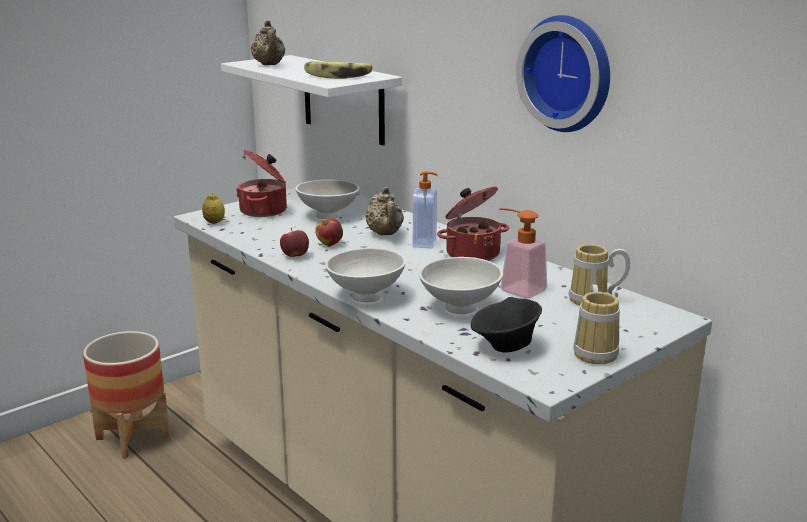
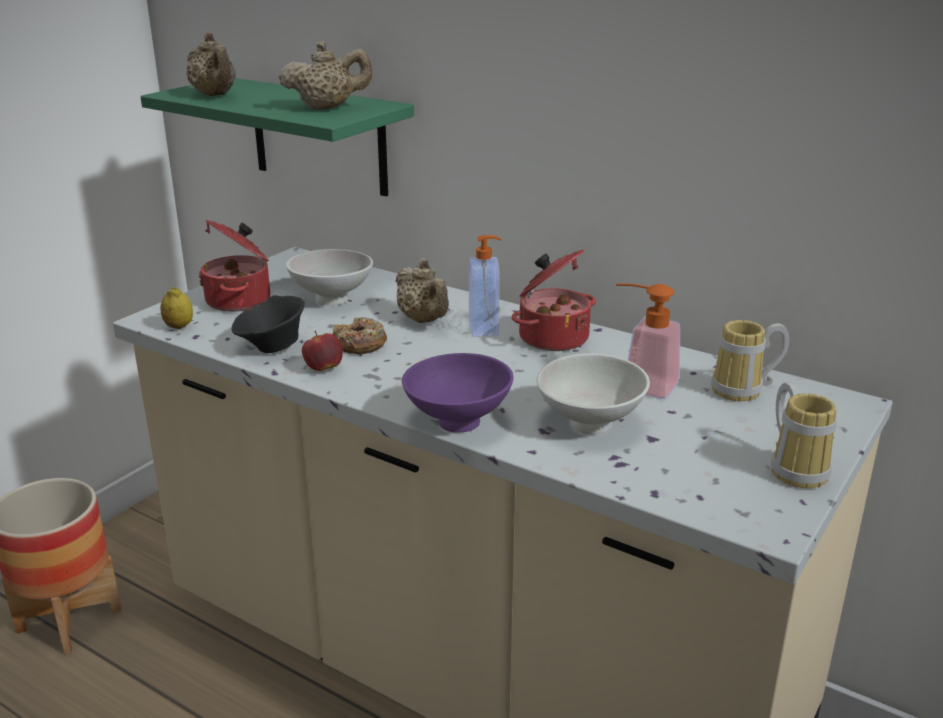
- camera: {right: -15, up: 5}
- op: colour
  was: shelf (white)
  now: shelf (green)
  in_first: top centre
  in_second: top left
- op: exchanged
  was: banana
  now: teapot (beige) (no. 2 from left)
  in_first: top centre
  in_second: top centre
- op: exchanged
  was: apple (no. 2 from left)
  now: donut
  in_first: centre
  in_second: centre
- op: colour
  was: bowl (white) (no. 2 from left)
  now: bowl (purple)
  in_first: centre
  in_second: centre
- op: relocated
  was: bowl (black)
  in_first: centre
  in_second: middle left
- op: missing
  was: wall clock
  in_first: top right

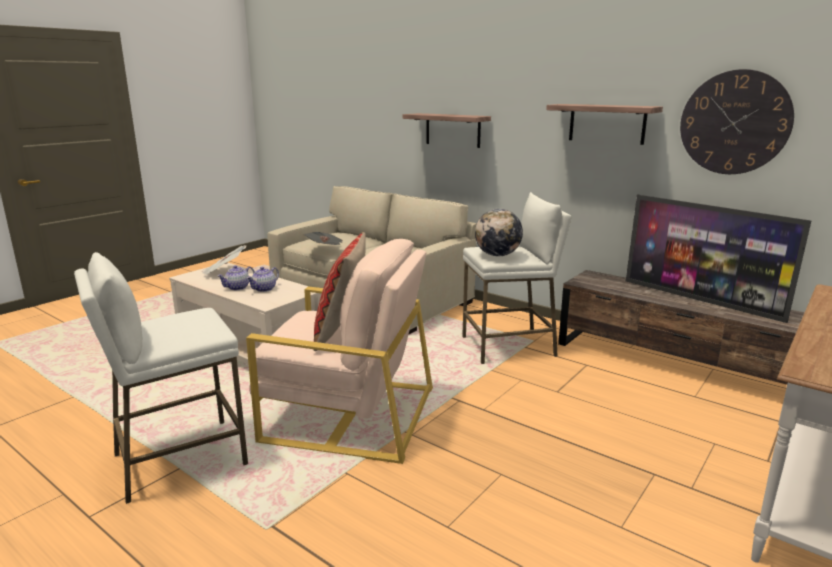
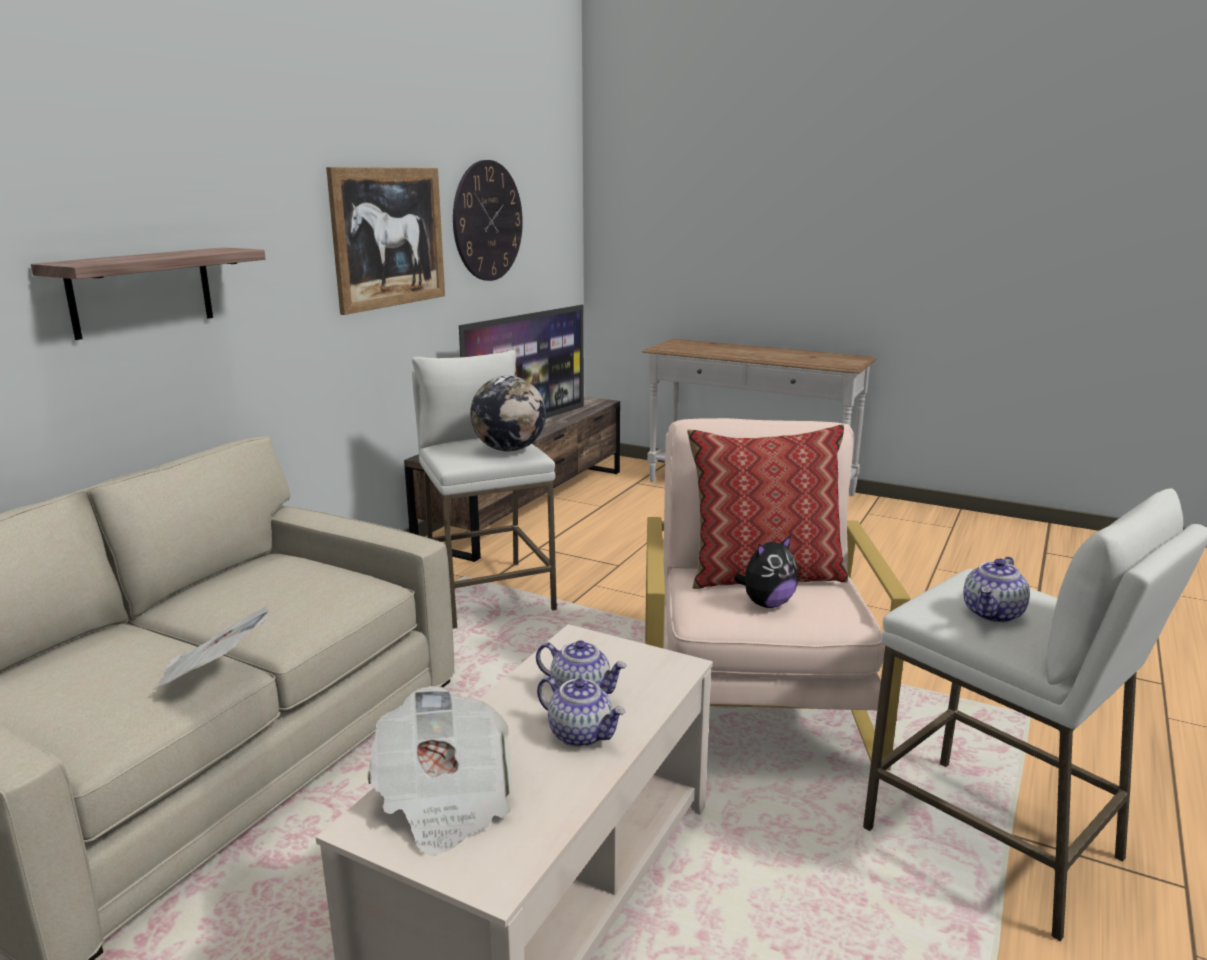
- camera: {right: -100, up: 0}
- op: exchanged
  was: shelf (no. 2 from left)
  now: picture
  in_first: top right
  in_second: top left
- op: appeared
  now: plush toy
  in_second: centre
- op: appeared
  now: teapot (no. 3 from left)
  in_second: middle right

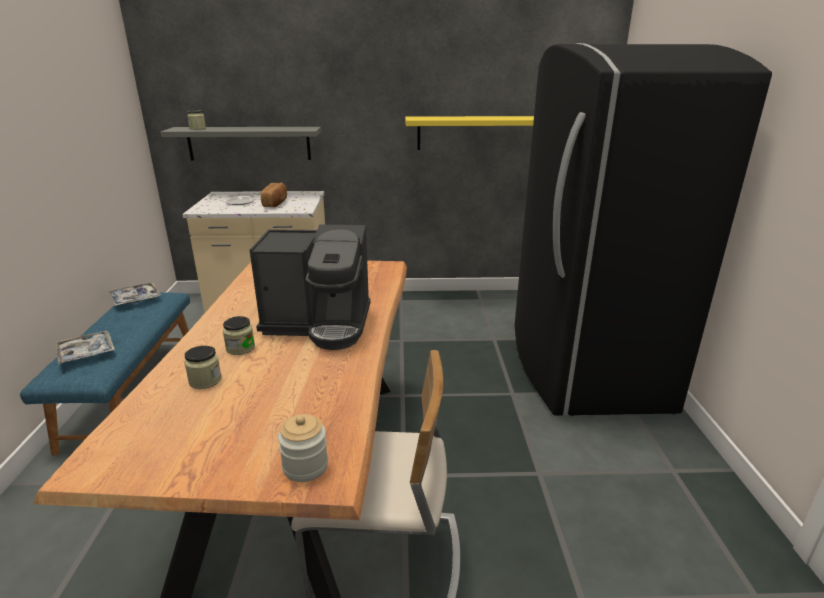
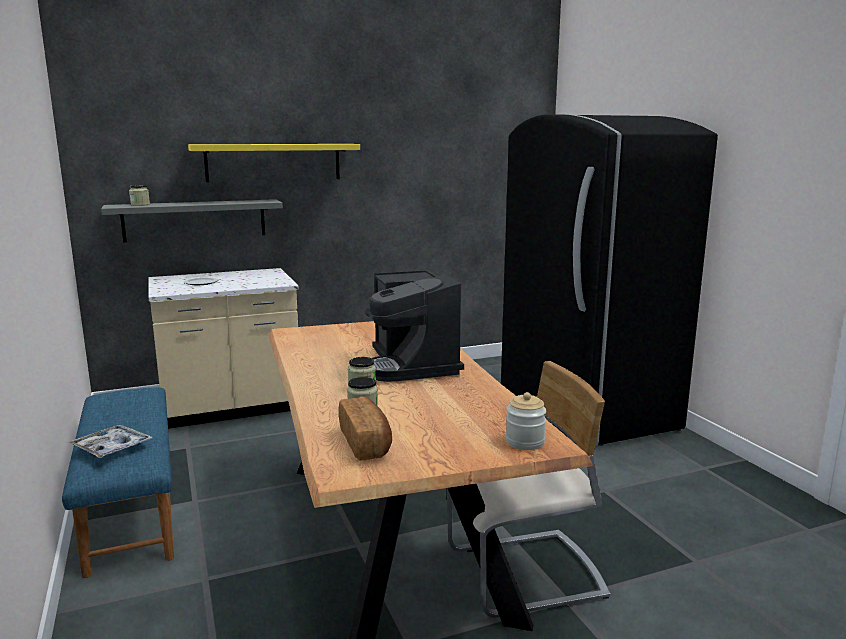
- camera: {right: -20, up: -10}
- op: missing
  was: tray (no. 2 from left)
  in_first: middle left
- op: spun
  was: coffee machine
  in_first: centre
  in_second: centre
  clockwise: 90
- op: relocated
  was: bread
  in_first: top left
  in_second: bottom centre
- op: relocated
  was: shelf (yellow)
  in_first: top centre
  in_second: top left

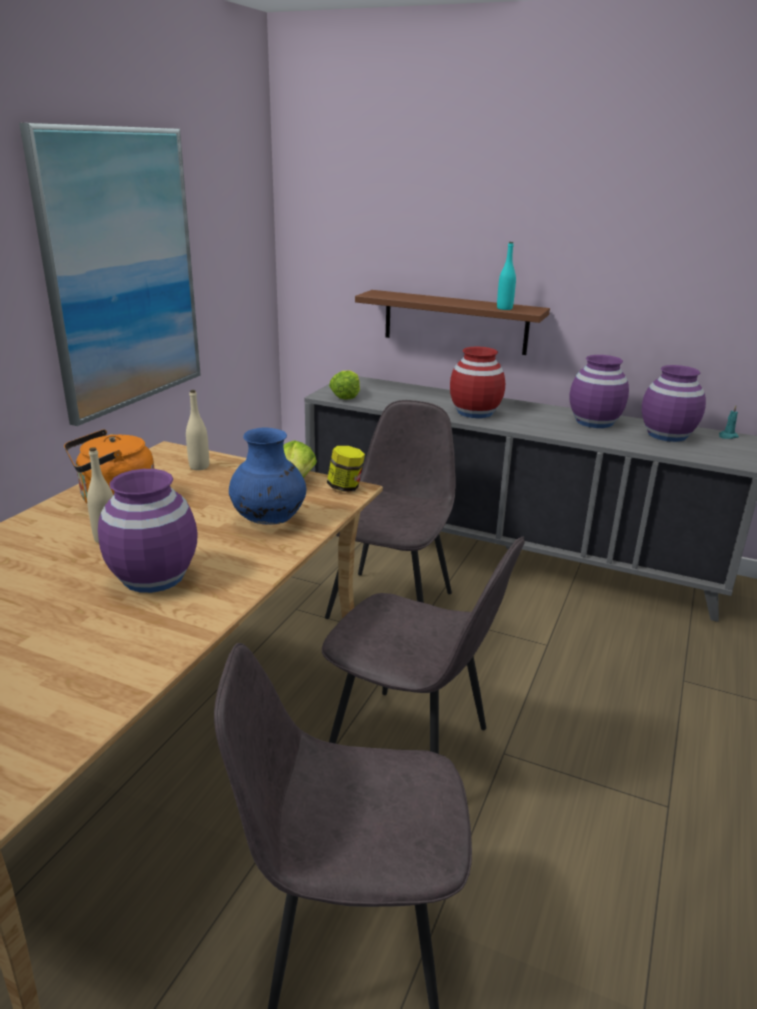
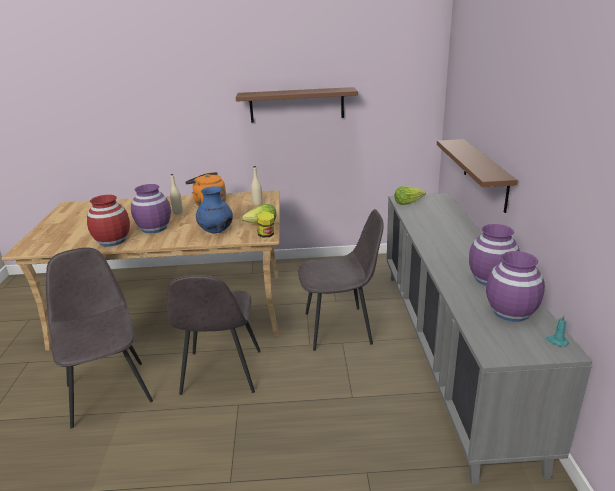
- camera: {right: 65, up: 0}
- op: exchanged
  was: picture
  now: shelf (brown) (no. 1 from left)
  in_first: top left
  in_second: top centre
- op: relocated
  was: vase (red)
  in_first: centre
  in_second: middle left
- op: missing
  was: bottle (turquoise)
  in_first: top right

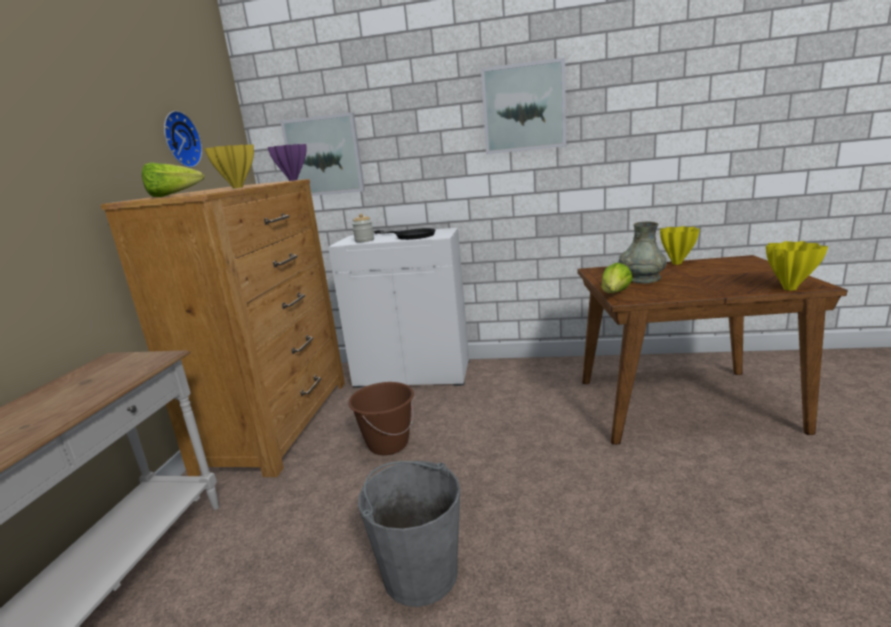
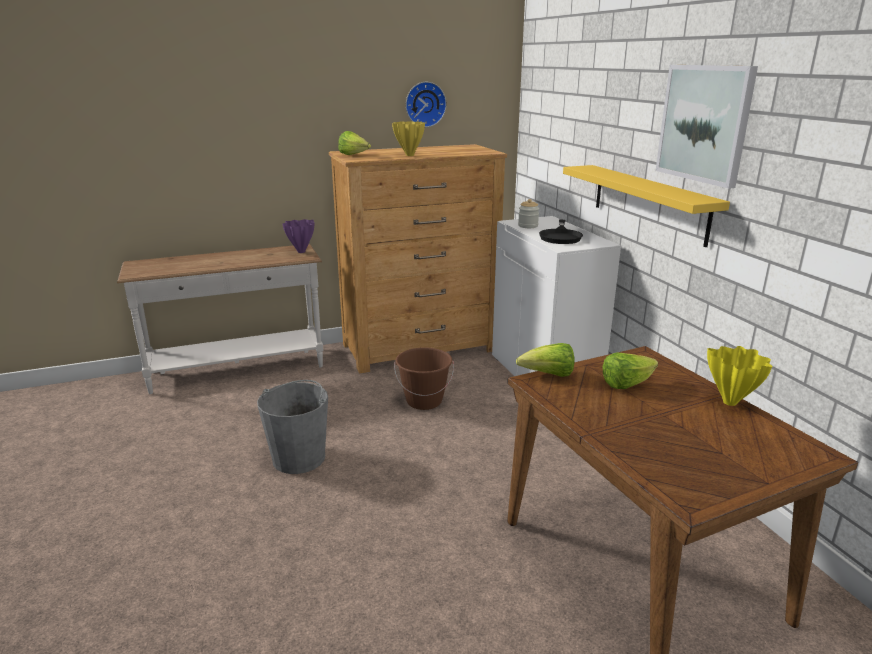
- camera: {right: 60, up: 5}
- op: relocated
  was: vase (purple)
  in_first: top left
  in_second: centre
- op: missing
  was: picture (no. 1 from left)
  in_first: top centre
- op: exchanged
  was: vase (grey)
  now: lettuce (no. 3 from left)
  in_first: middle right
  in_second: middle right
- op: missing
  was: vase (yellow) (no. 3 from left)
  in_first: middle right
- op: appeared
  now: shelf (yellow)
  in_second: top right

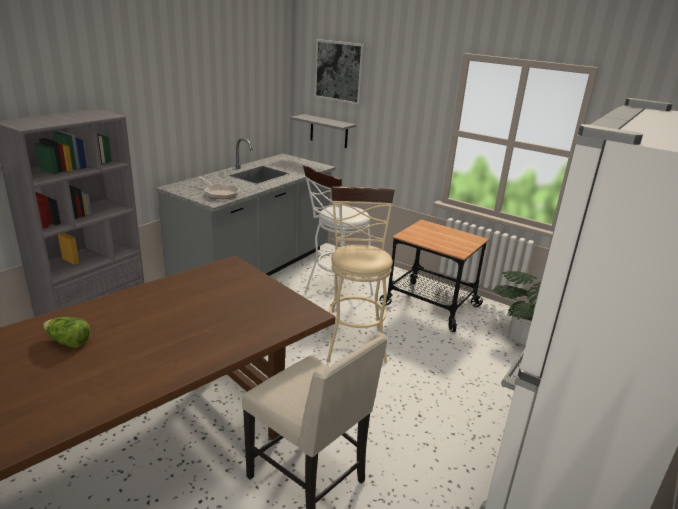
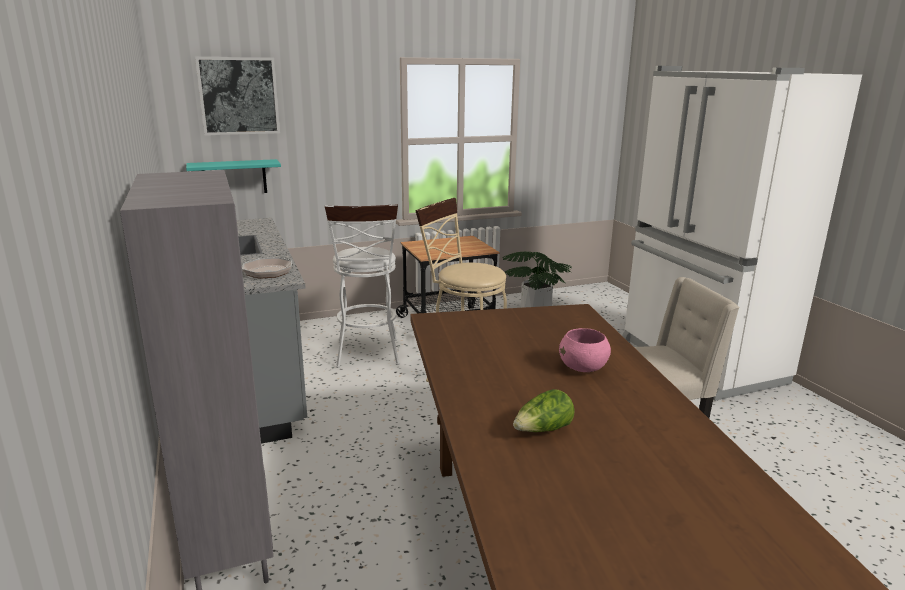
- camera: {right: -55, up: -5}
- op: colour
  was: shelf (grey)
  now: shelf (turquoise)
  in_first: top centre
  in_second: top left
- op: appeared
  now: bowl (pink)
  in_second: centre

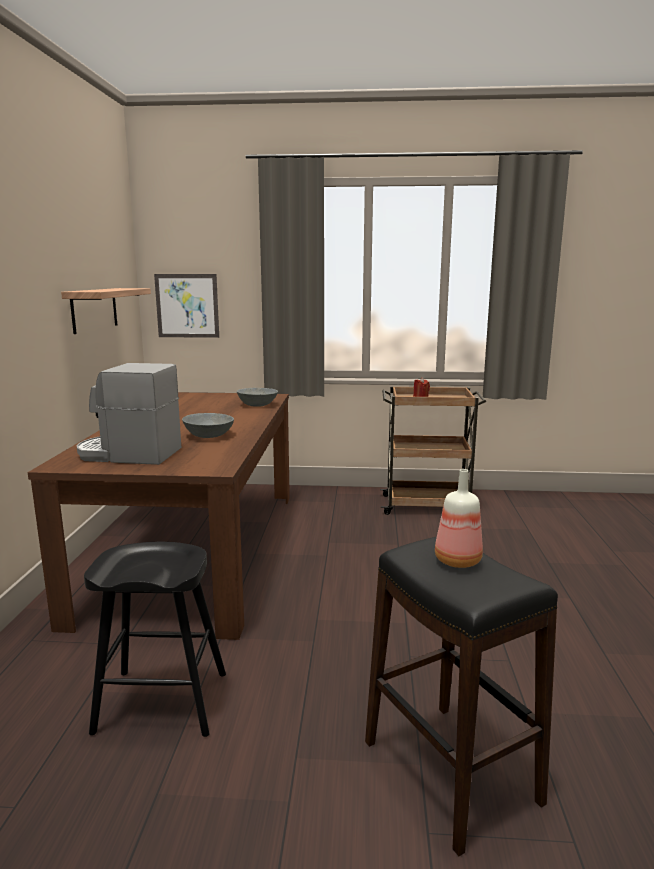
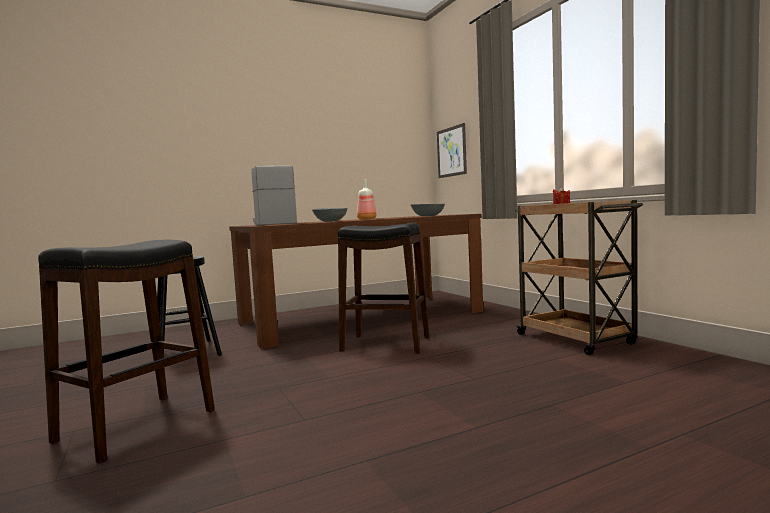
- camera: {right: 60, up: -10}
- op: missing
  was: shelf
  in_first: middle left
- op: relocated
  was: bottle
  in_first: middle right
  in_second: centre
- op: appeared
  now: stool (black) (no. 3 from left)
  in_second: centre

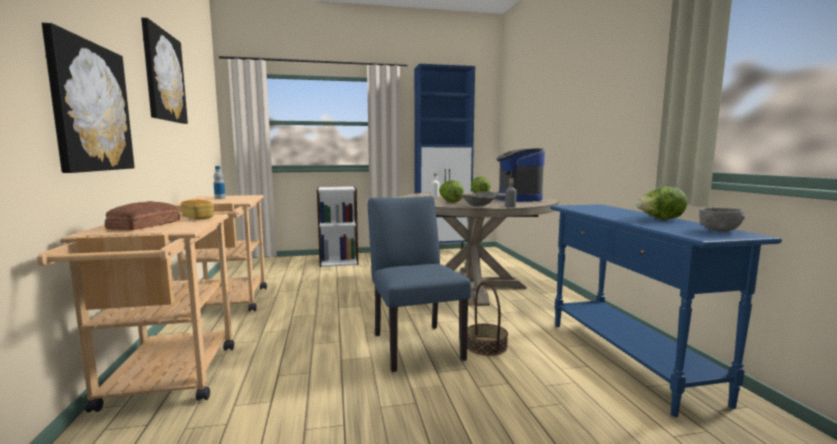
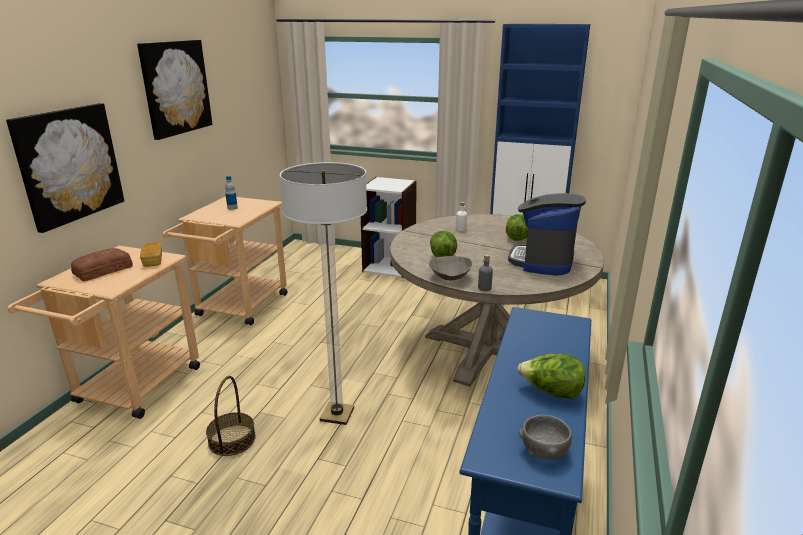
- camera: {right: 30, up: 15}
- op: exchanged
  was: chair (blue)
  now: floor lamp
  in_first: centre
  in_second: centre
- op: relocated
  was: basket
  in_first: bottom centre
  in_second: bottom left

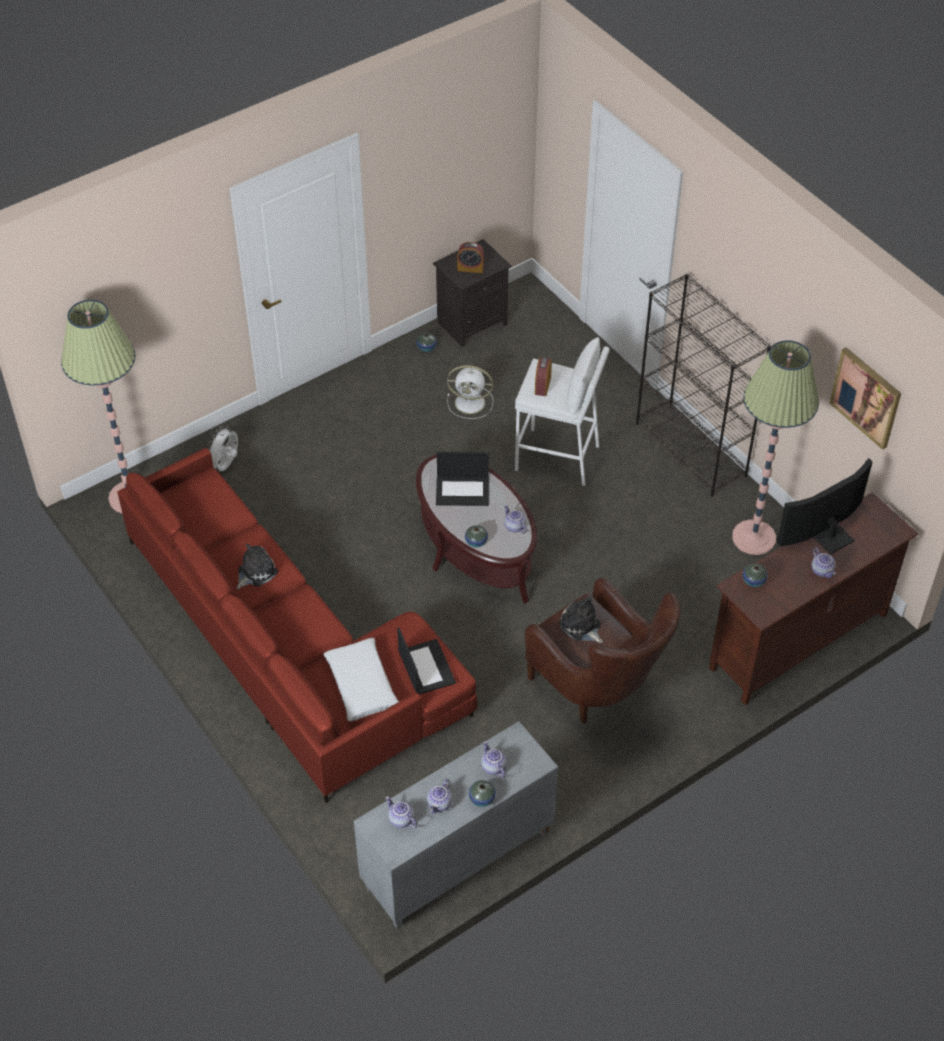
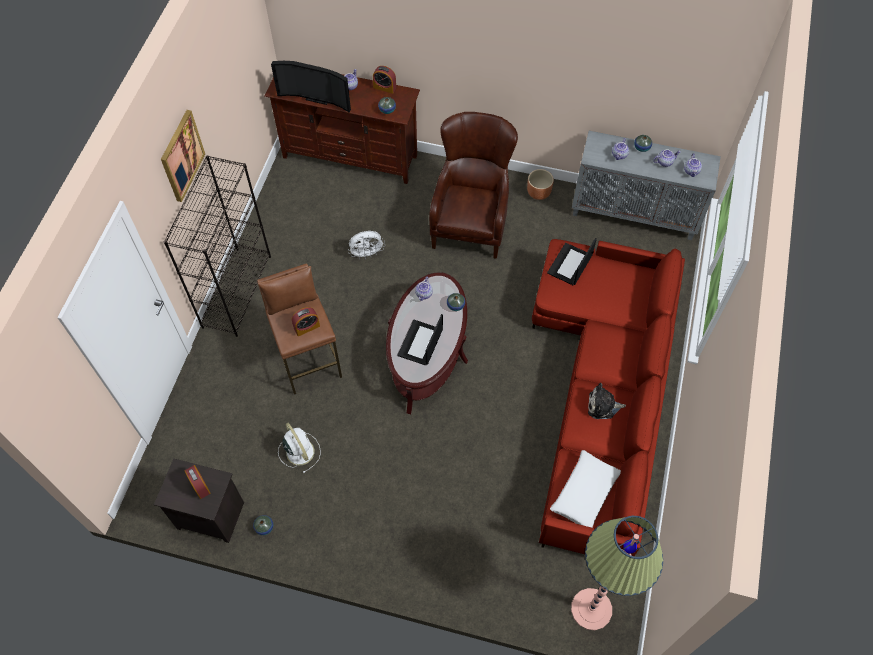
- camera: {right: -130, up: 10}
- op: relocated
  was: fan (white) (no. 1 from left in the first image)
  now: fan (white) (no. 2 from left)
  in_first: middle left
  in_second: centre
- op: relocated
  was: pillow (white)
  in_first: centre
  in_second: bottom right
- op: spun
  was: laptop (no. 2 from left in the first image)
  in_first: centre
  in_second: centre
  clockwise: -120
- op: colour
  was: stool (white)
  now: stool (brown)
  in_first: centre
  in_second: centre
- op: missing
  was: plush toy (no. 2 from left)
  in_first: centre
- op: missing
  was: floor lamp (no. 2 from left)
  in_first: middle right
- op: relocated
  was: picture
  in_first: middle right
  in_second: top left
- op: appeared
  now: alarm clock (no. 3 from left)
  in_second: top centre
- op: appeared
  now: planter (brown)
  in_second: top centre

